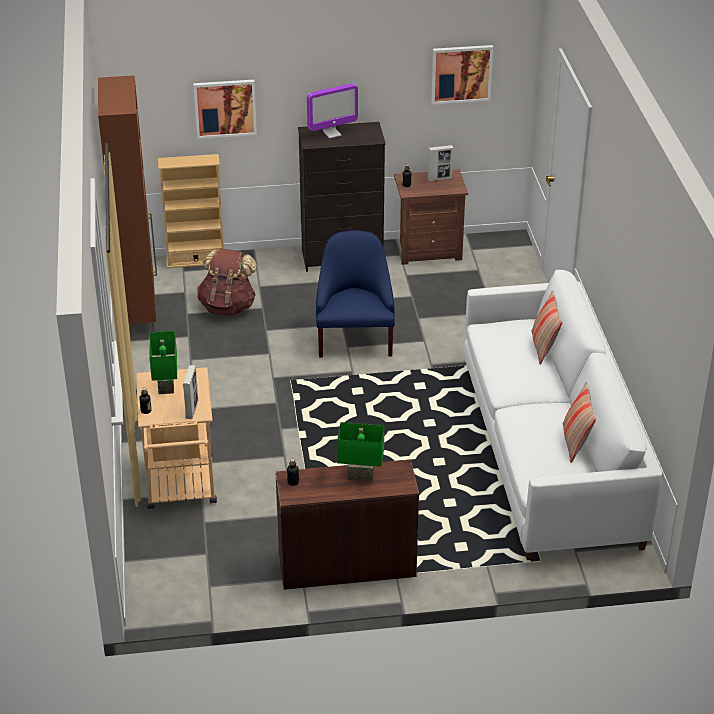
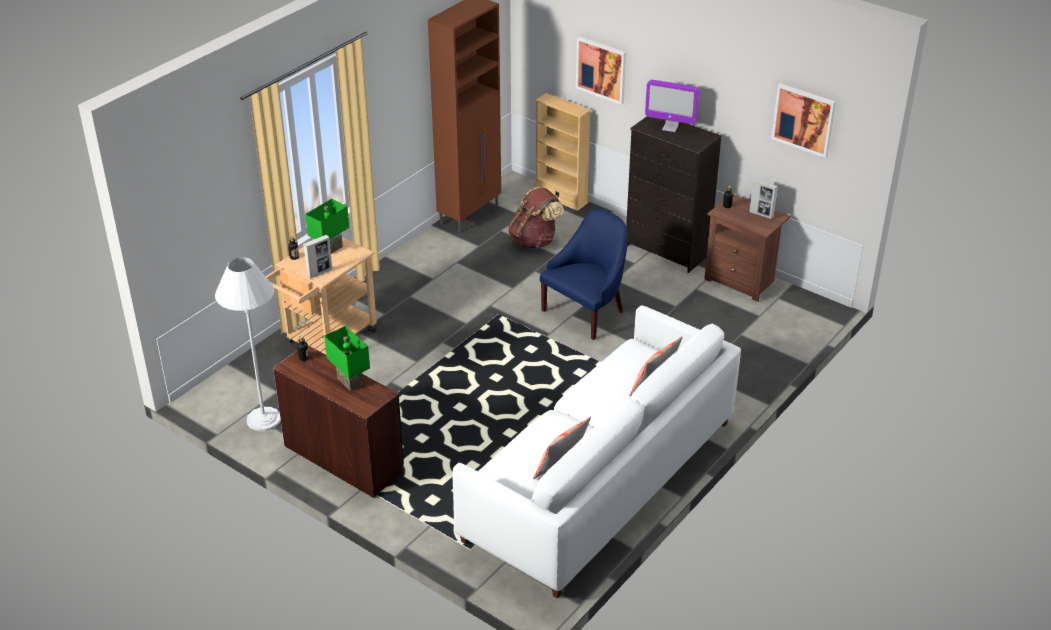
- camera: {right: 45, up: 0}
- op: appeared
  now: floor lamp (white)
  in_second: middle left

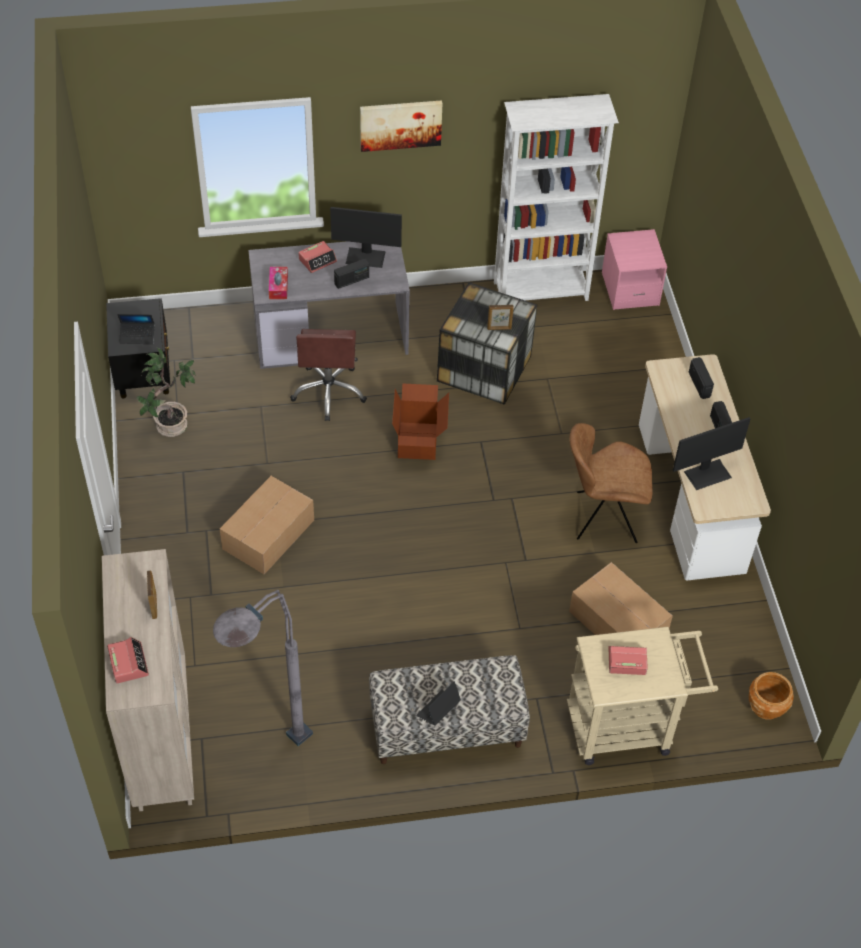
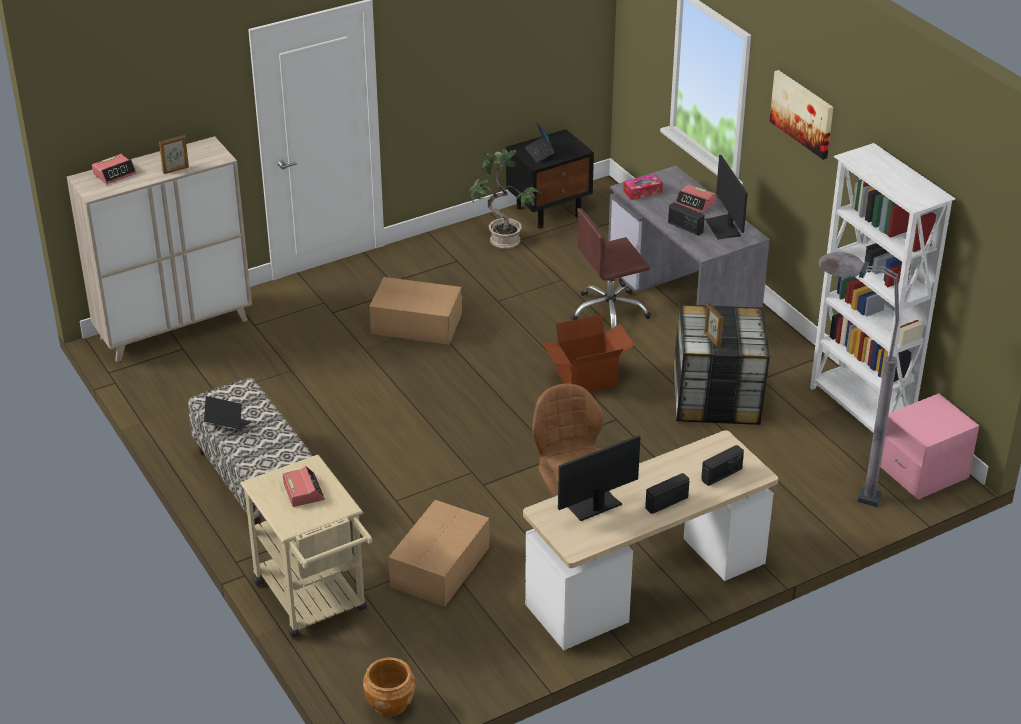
- camera: {right: 70, up: -15}
- op: relocated
  was: floor lamp (grey)
  in_first: bottom left
  in_second: middle right
- op: spun
  was: monitor (no. 2 from left in the first image)
  in_first: middle right
  in_second: centre
  clockwise: 105

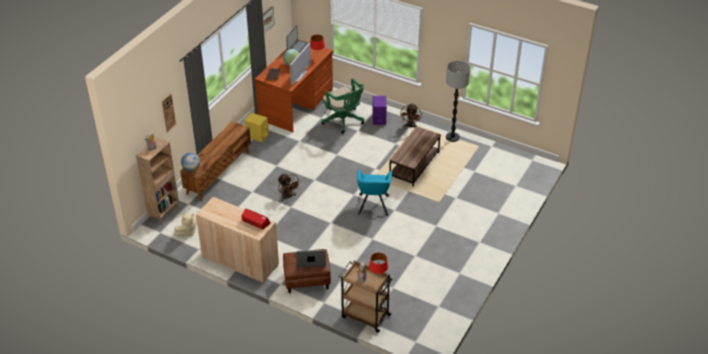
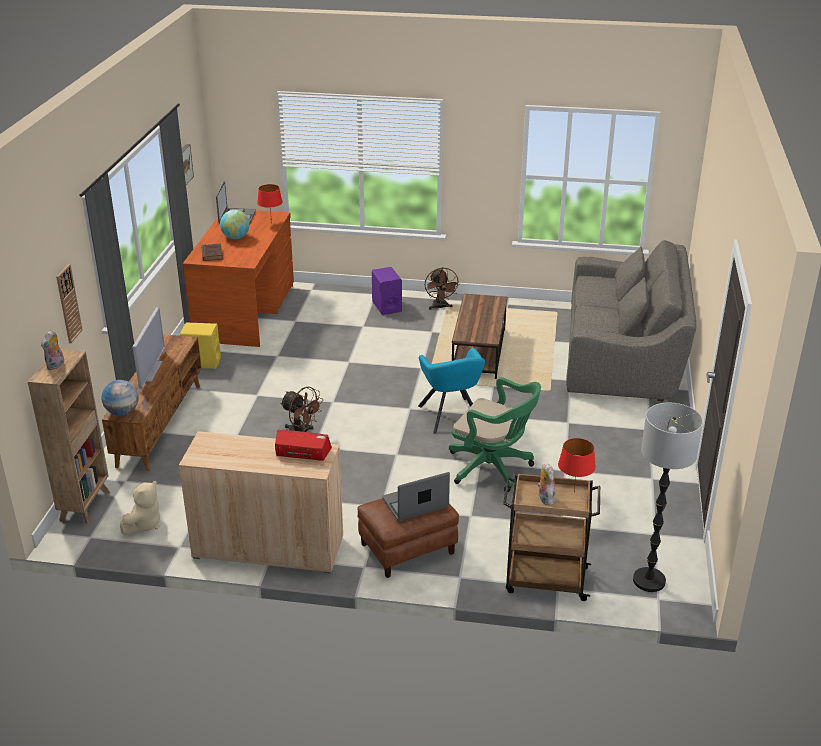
- camera: {right: -20, up: -10}
- op: relocated
  was: television
  in_first: top centre
  in_second: middle left
- op: relocated
  was: office chair (green)
  in_first: top centre
  in_second: centre
- op: relocated
  was: floor lamp
  in_first: top centre
  in_second: middle right
- op: appeared
  now: sofa (grey)
  in_second: middle right

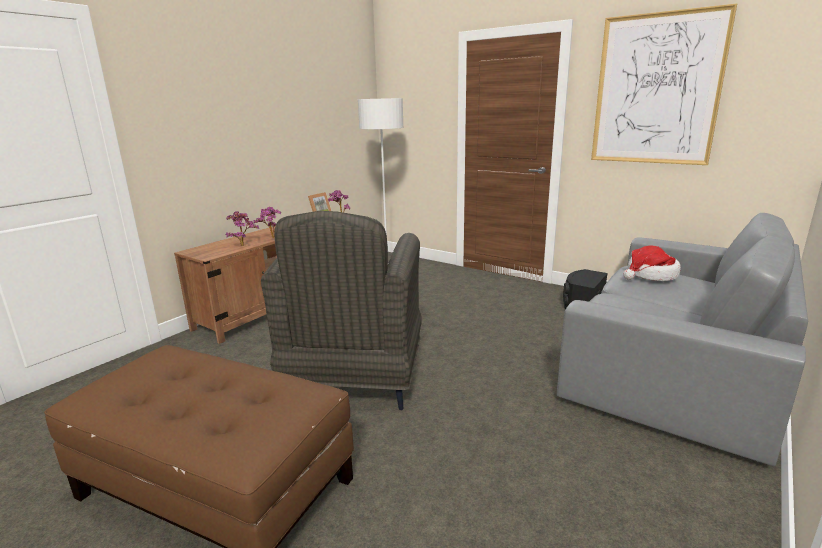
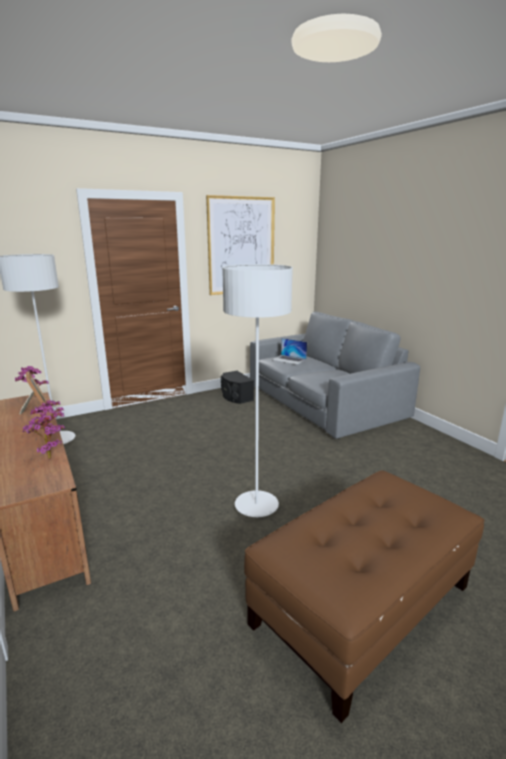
- camera: {right: -65, up: 0}
- op: exchanged
  was: armchair (grey)
  now: floor lamp (white) (no. 2 from left)
  in_first: centre
  in_second: centre
- op: exchanged
  was: hat
  now: laptop
  in_first: middle right
  in_second: centre

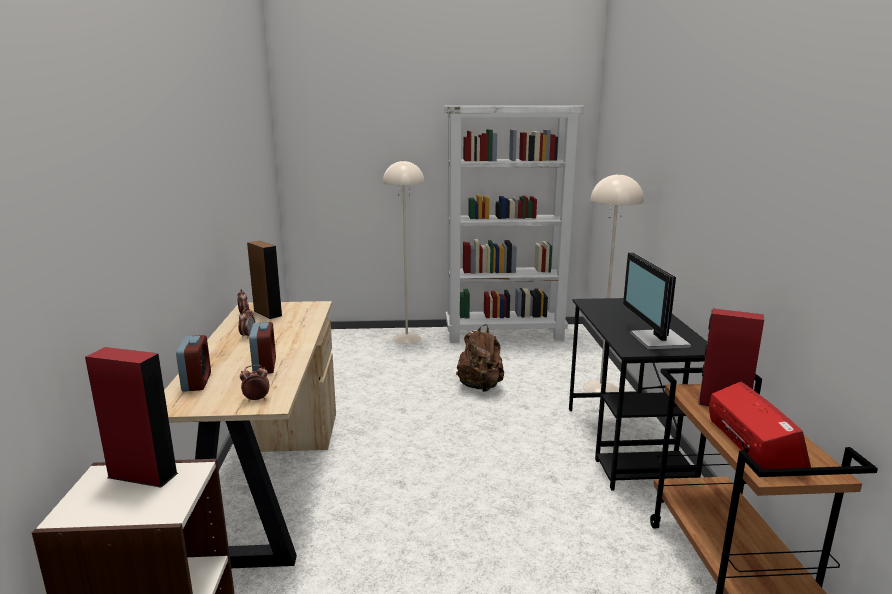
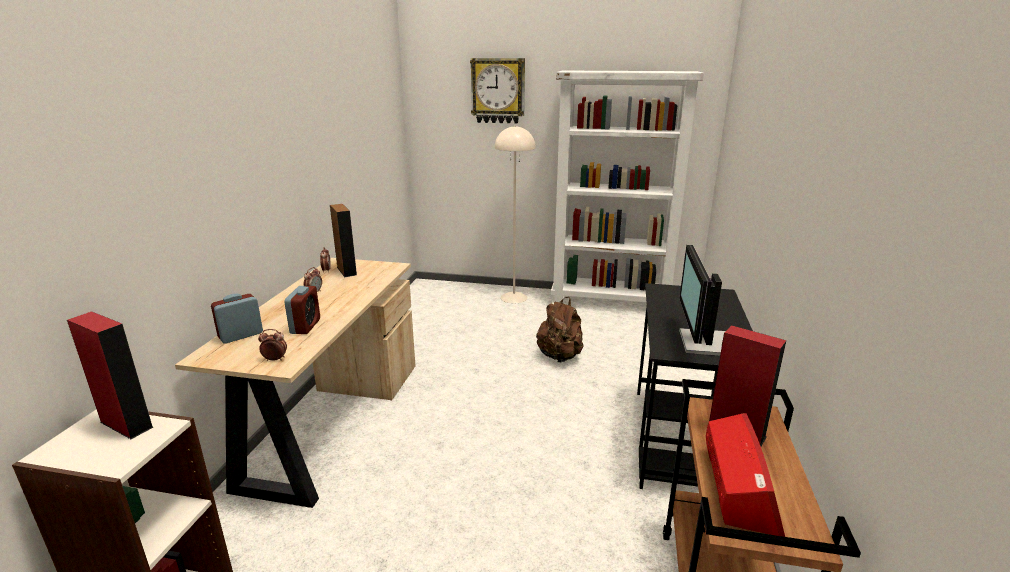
- camera: {right: 15, up: 5}
- op: spun
  was: alarm clock (no. 1 from left)
  in_first: middle left
  in_second: middle left
  clockwise: -135
- op: missing
  was: floor lamp (beige) (no. 2 from left)
  in_first: middle right
- op: appeared
  now: wall clock
  in_second: top centre

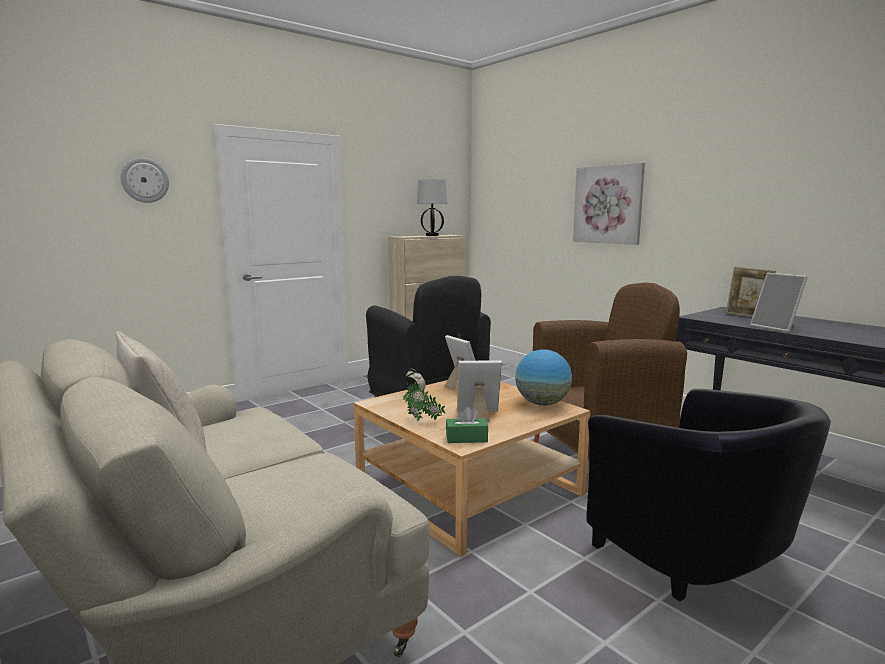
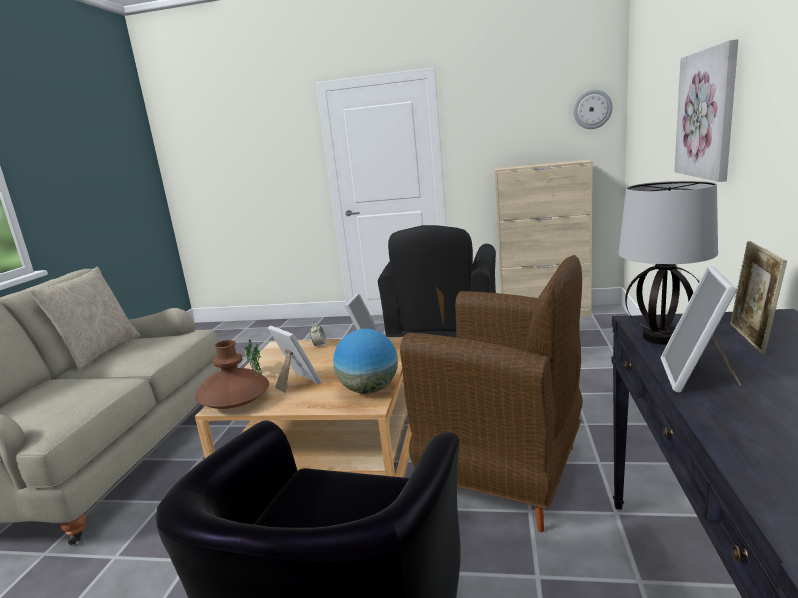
- camera: {right: 50, up: 5}
- op: relocated
  was: wall clock
  in_first: top left
  in_second: top right
- op: relocated
  was: table lamp
  in_first: top centre
  in_second: middle right
- op: exchanged
  was: tissue box (green)
  now: vase (brown)
  in_first: centre
  in_second: middle left

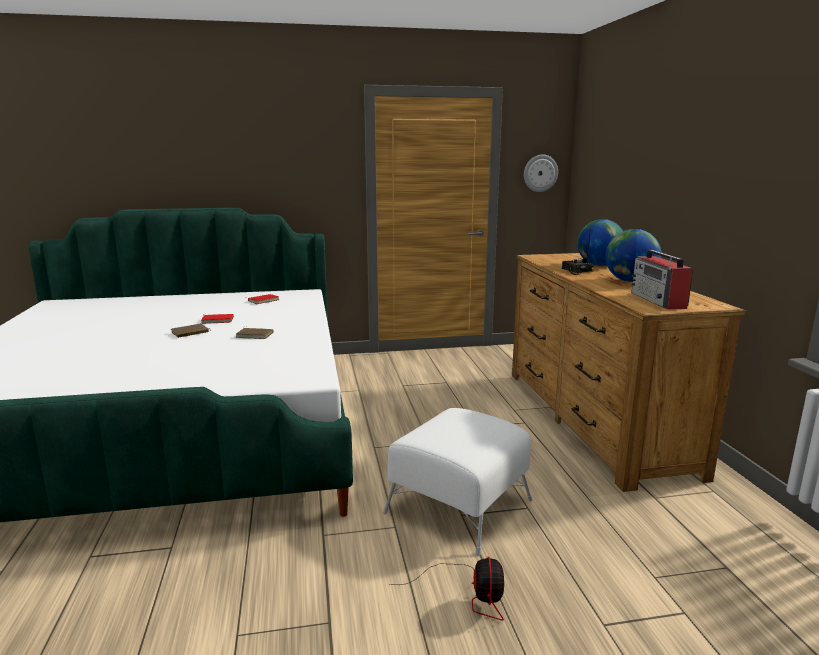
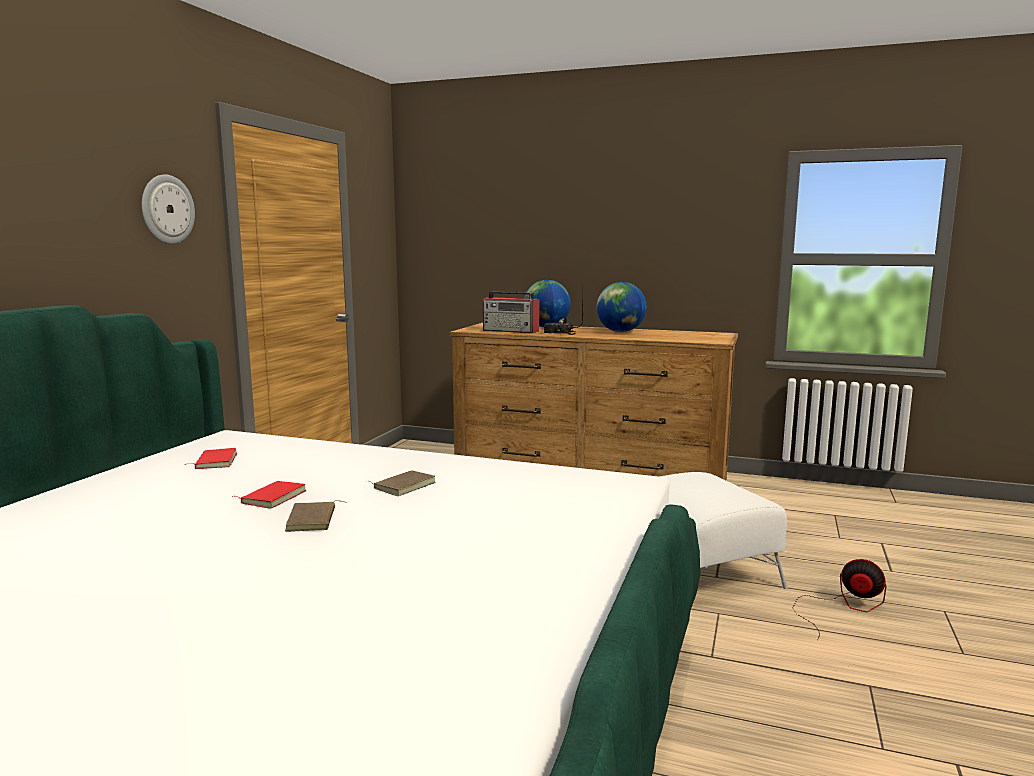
- camera: {right: -60, up: -5}
- op: relocated
  was: wall clock
  in_first: top centre
  in_second: top left
- op: relocated
  was: radio (no. 2 from left in the first image)
  now: radio (no. 1 from left)
  in_first: middle right
  in_second: centre

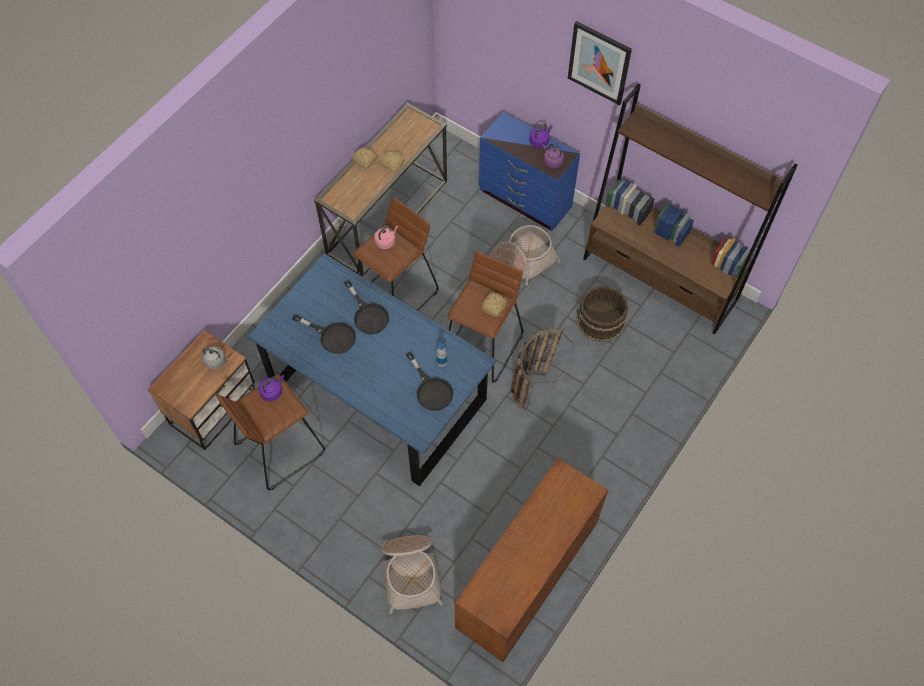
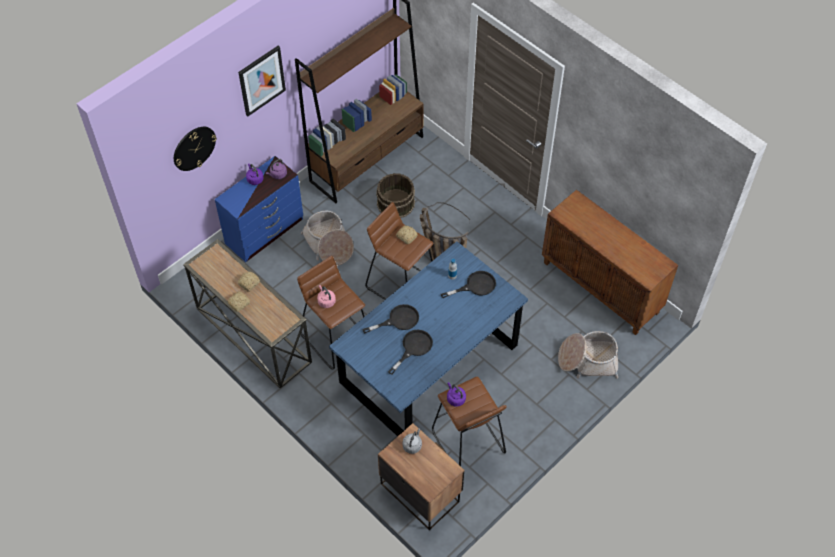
- camera: {right: -80, up: -5}
- op: appeared
  now: wall clock
  in_second: top left

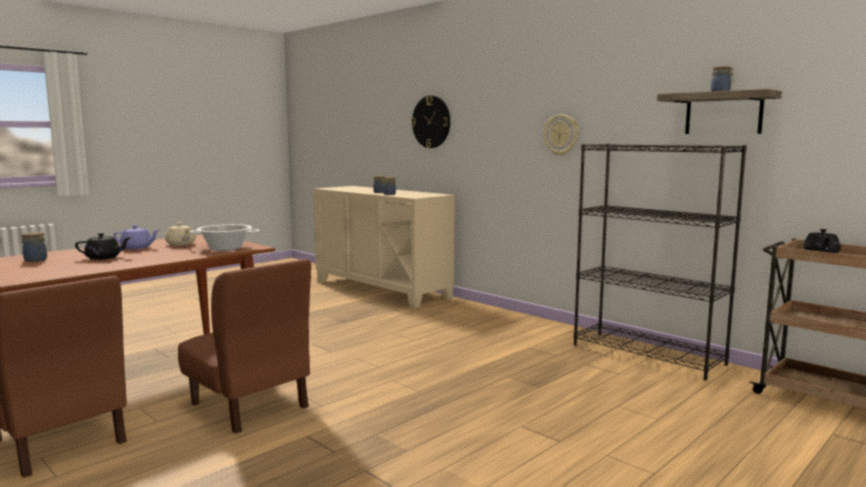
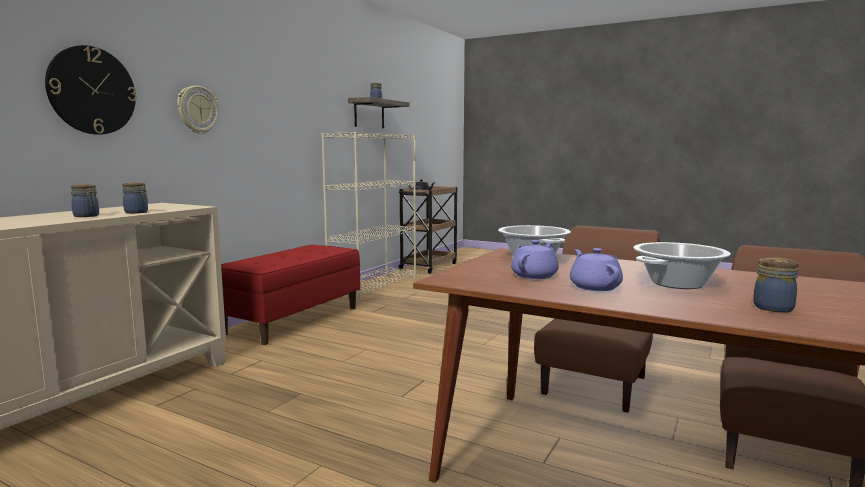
- camera: {right: -105, up: 0}
- op: exchanged
  was: teapot (black) (no. 1 from left)
  now: cooking pot (no. 2 from left)
  in_first: middle left
  in_second: middle right
- op: colour
  was: teapot (beige)
  now: teapot (purple) (no. 1 from left)
  in_first: middle left
  in_second: centre
- op: relocated
  was: wall clock (no. 2 from left)
  in_first: top centre
  in_second: top left
- op: colour
  was: bookcase (black)
  now: bookcase (beige)
  in_first: middle right
  in_second: centre
- op: appeared
  now: bench (red)
  in_second: centre

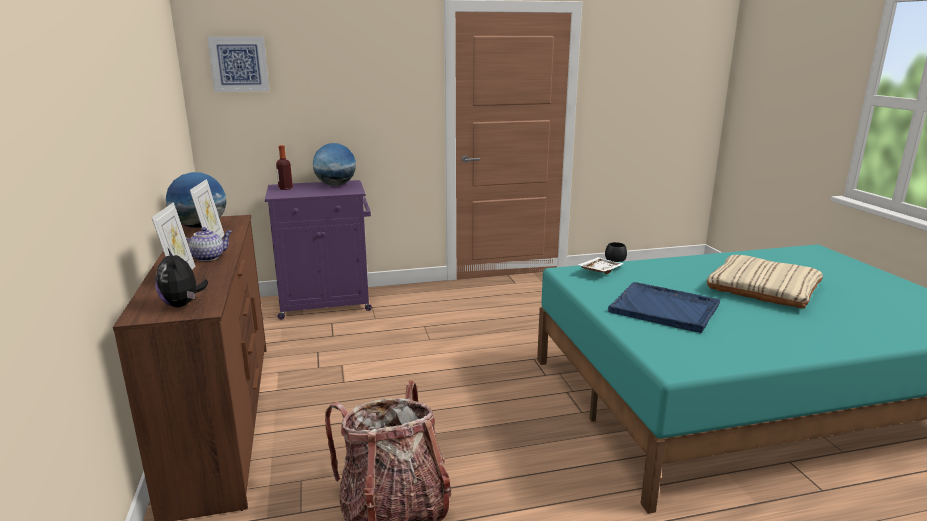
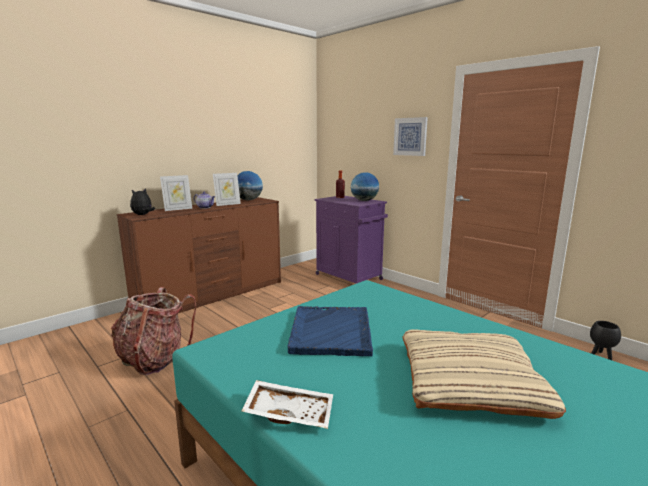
- camera: {right: 60, up: -5}
- op: relocated
  was: picture
  in_first: top left
  in_second: top centre
- op: relocated
  was: tray (white)
  in_first: centre
  in_second: bottom centre

